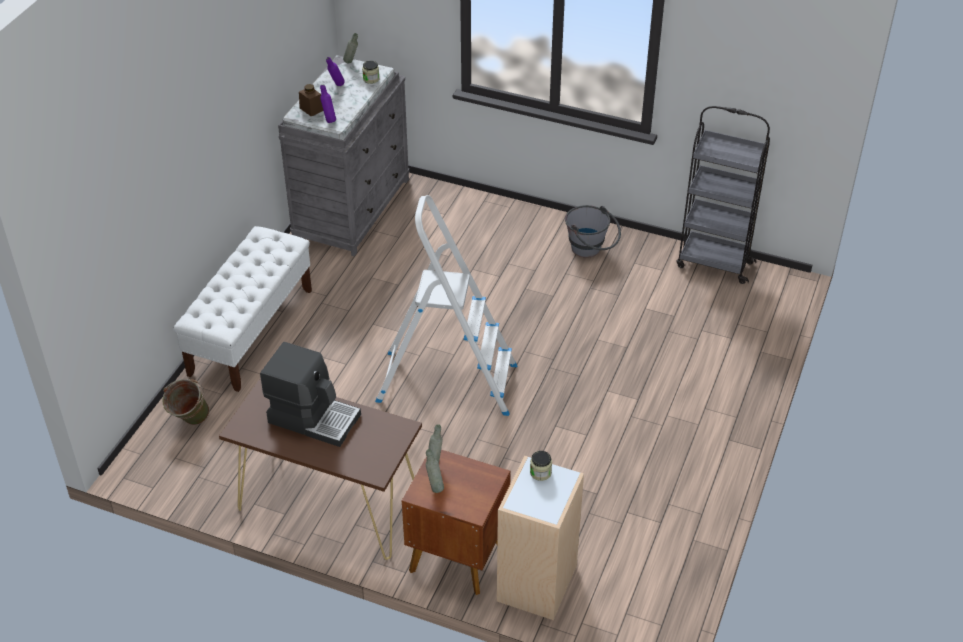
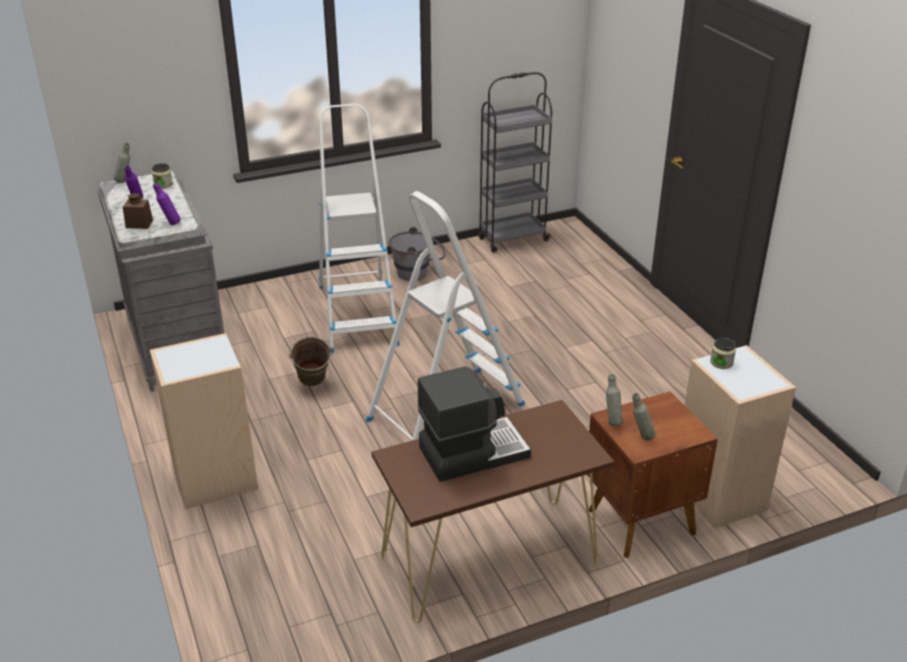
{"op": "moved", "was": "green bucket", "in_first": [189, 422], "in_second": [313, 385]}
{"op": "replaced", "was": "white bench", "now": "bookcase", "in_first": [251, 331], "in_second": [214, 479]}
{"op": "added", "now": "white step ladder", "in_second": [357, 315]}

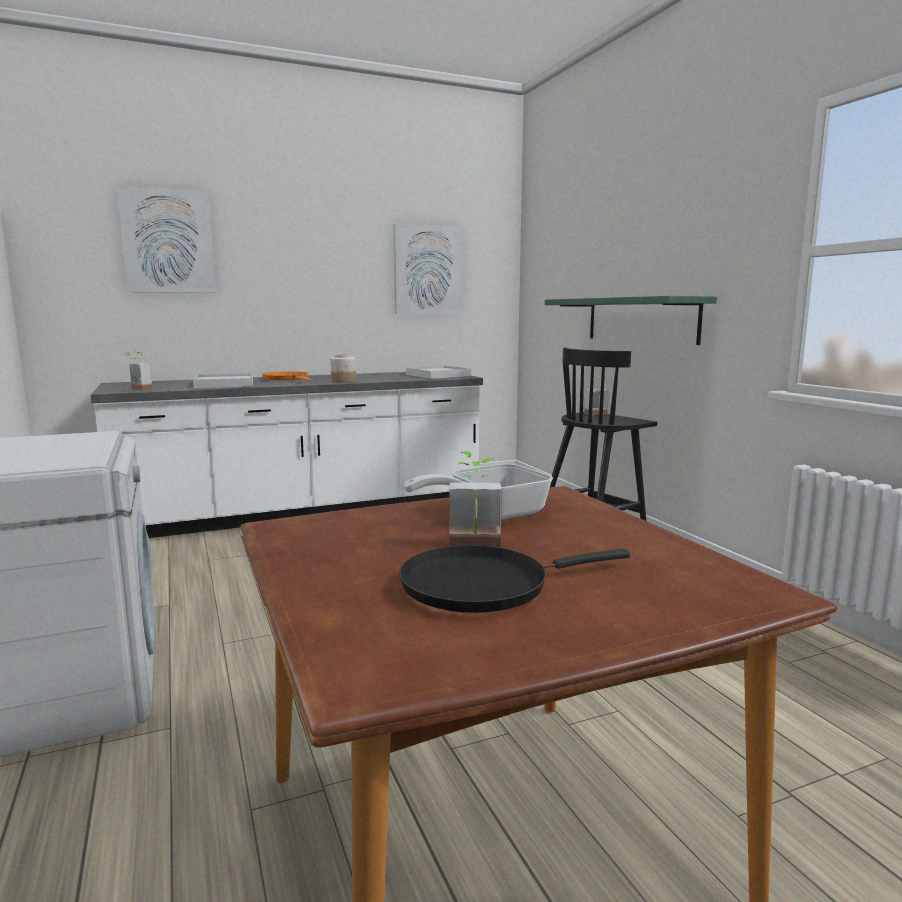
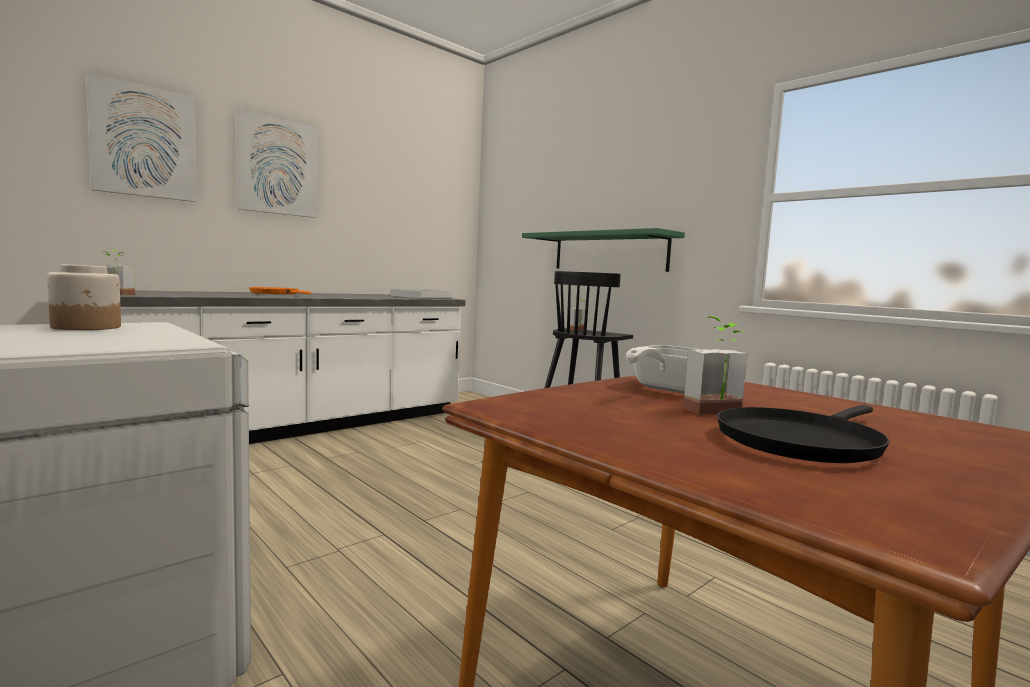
{"op": "removed", "was": "white tray", "in_first": [224, 384]}
{"op": "moved", "was": "jar", "in_first": [344, 381], "in_second": [87, 327]}
{"op": "moved", "was": "picture", "in_first": [427, 270], "in_second": [277, 167]}

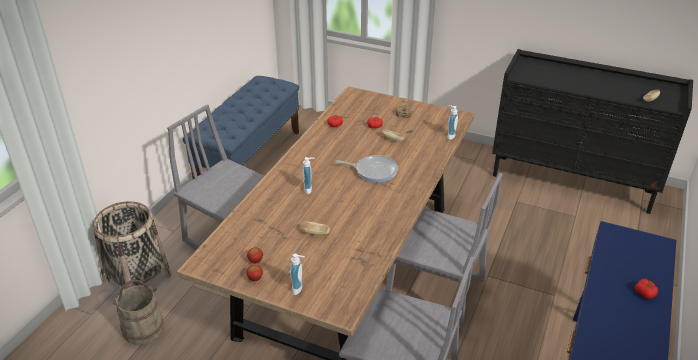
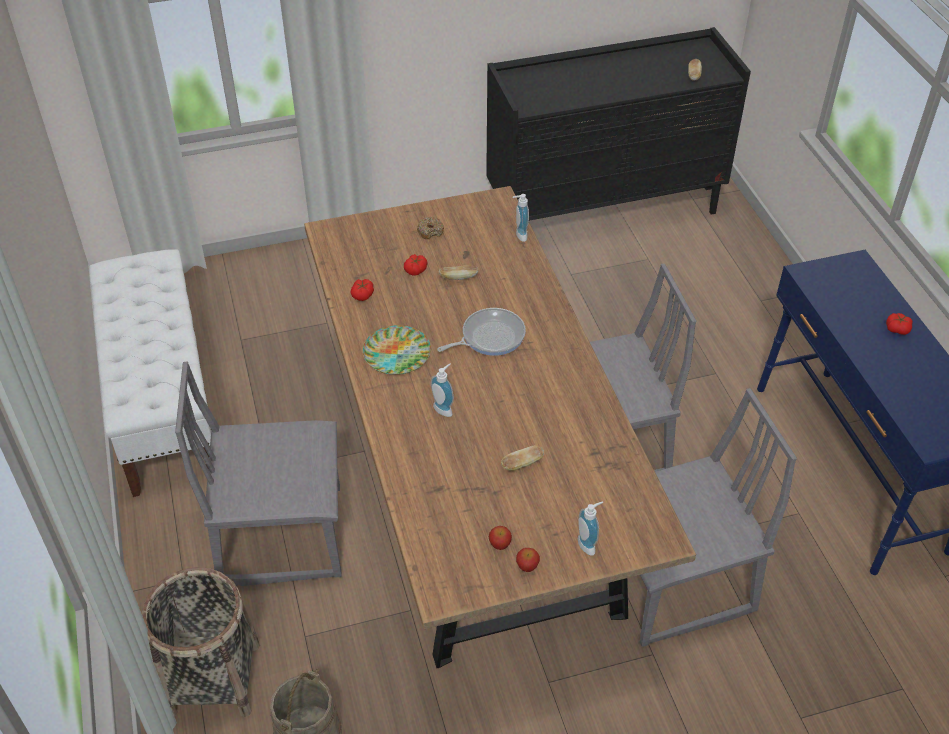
{"op": "recoloured", "was": "blue bench", "now": "white bench", "in_first": [249, 158], "in_second": [164, 402]}
{"op": "added", "now": "plate", "in_second": [397, 354]}

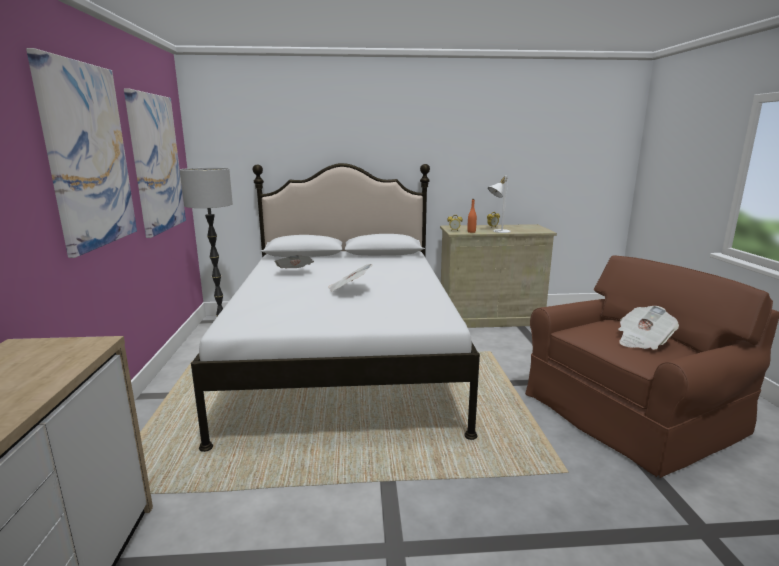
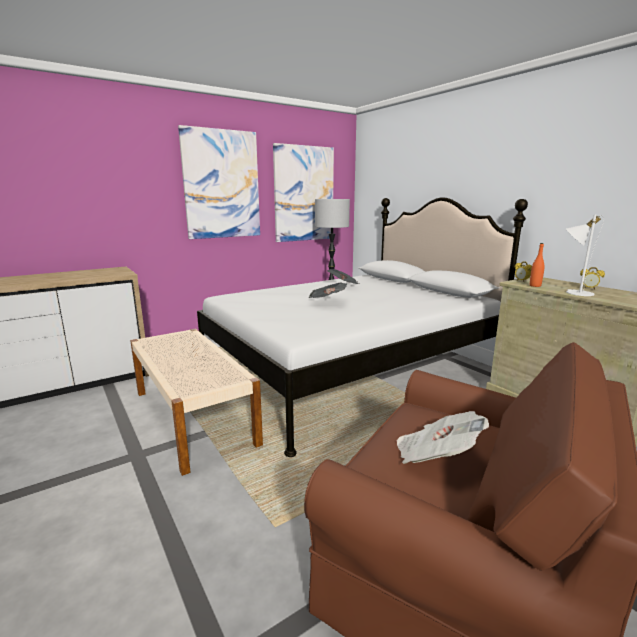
{"op": "added", "now": "beige bench", "in_second": [194, 416]}

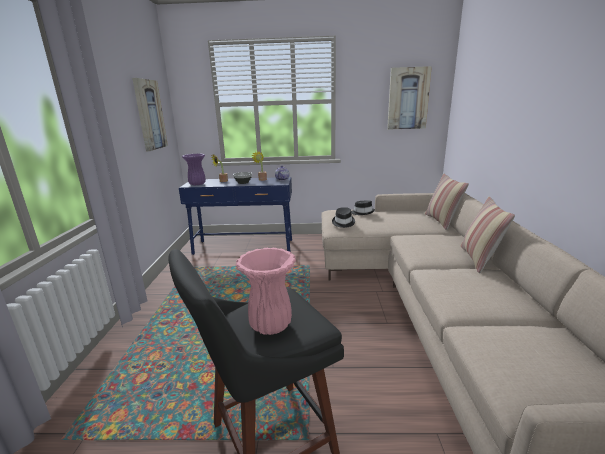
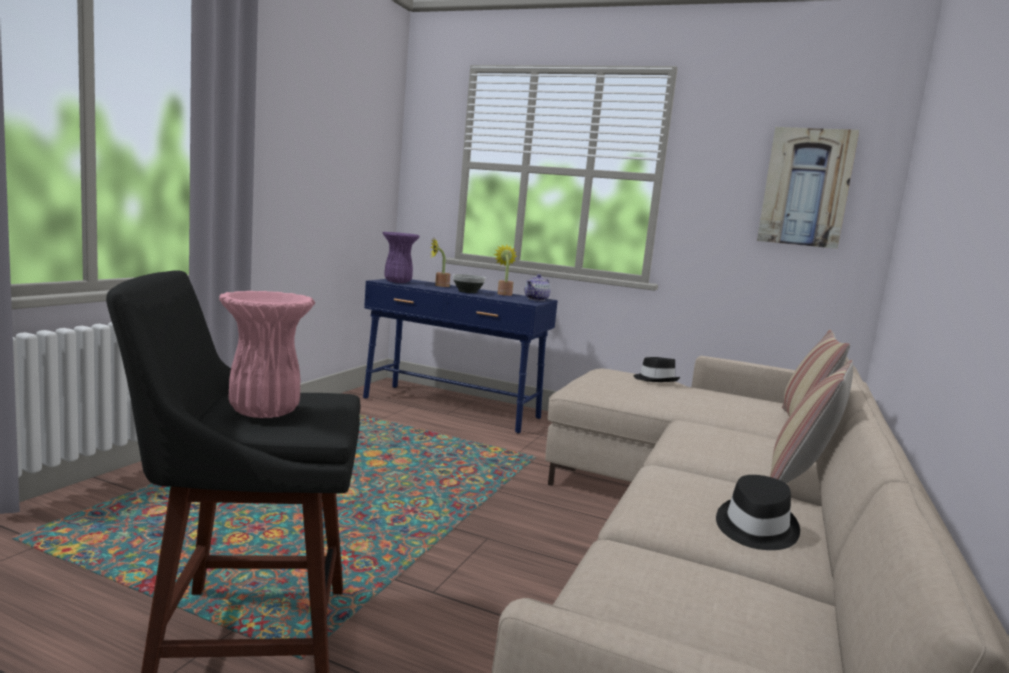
{"op": "removed", "was": "picture", "in_first": [149, 115]}
{"op": "moved", "was": "black hat", "in_first": [343, 222], "in_second": [755, 528]}

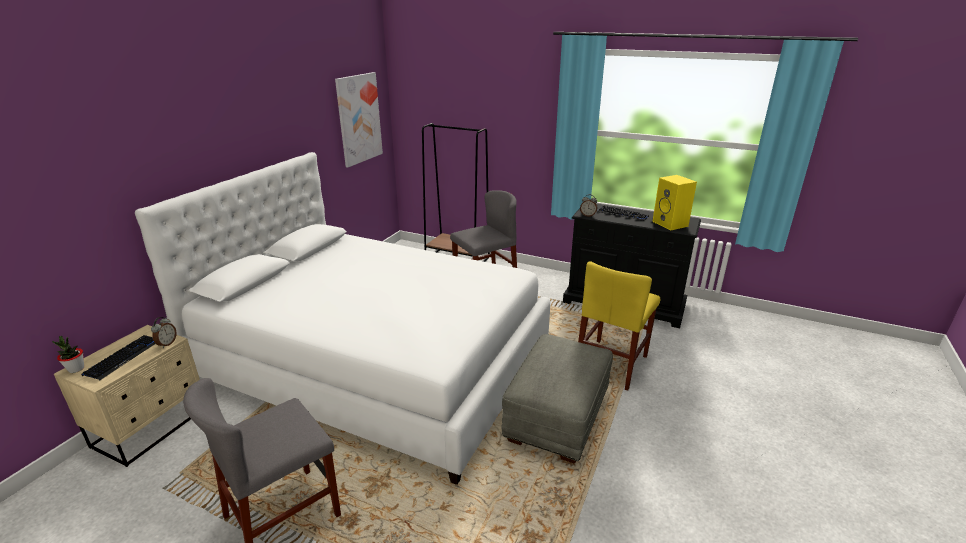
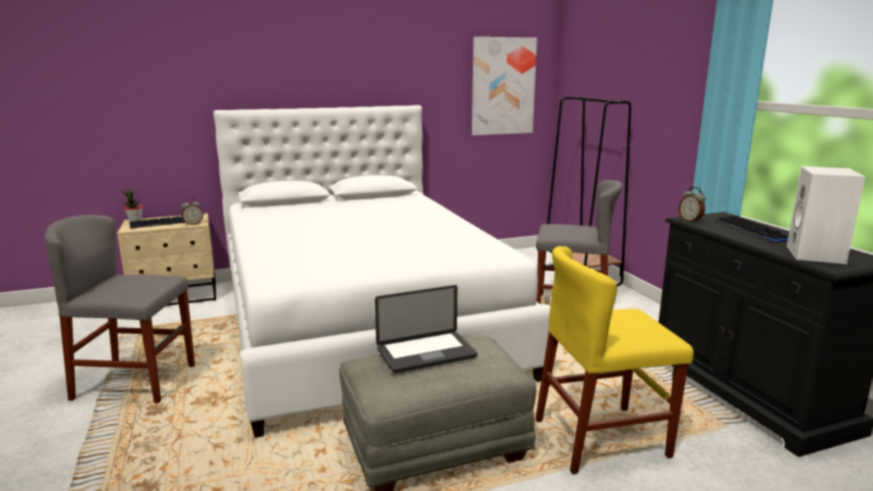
{"op": "recoloured", "was": "yellow speaker", "now": "white speaker", "in_first": [671, 224], "in_second": [817, 255]}
{"op": "added", "now": "laptop", "in_second": [426, 353]}

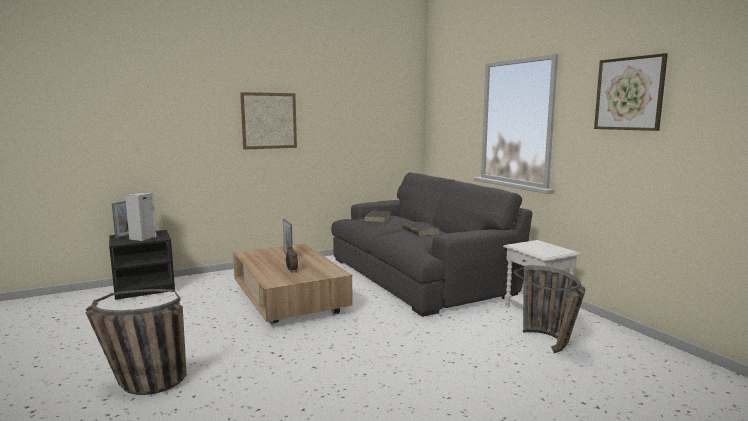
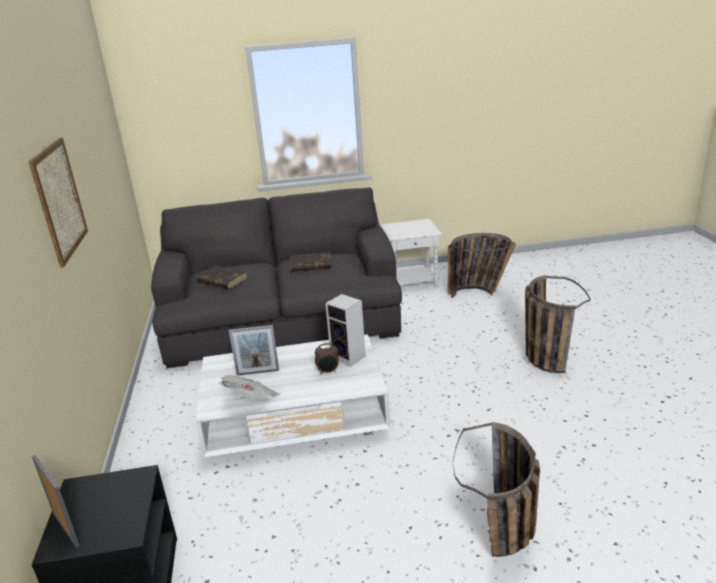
{"op": "moved", "was": "speaker", "in_first": [142, 238], "in_second": [349, 357]}
{"op": "recoloured", "was": "brown coffee table", "now": "white coffee table", "in_first": [289, 299], "in_second": [295, 417]}
{"op": "removed", "was": "picture", "in_first": [629, 94]}
{"op": "added", "now": "newspaper", "in_second": [252, 400]}
{"op": "added", "now": "basket", "in_second": [542, 354]}

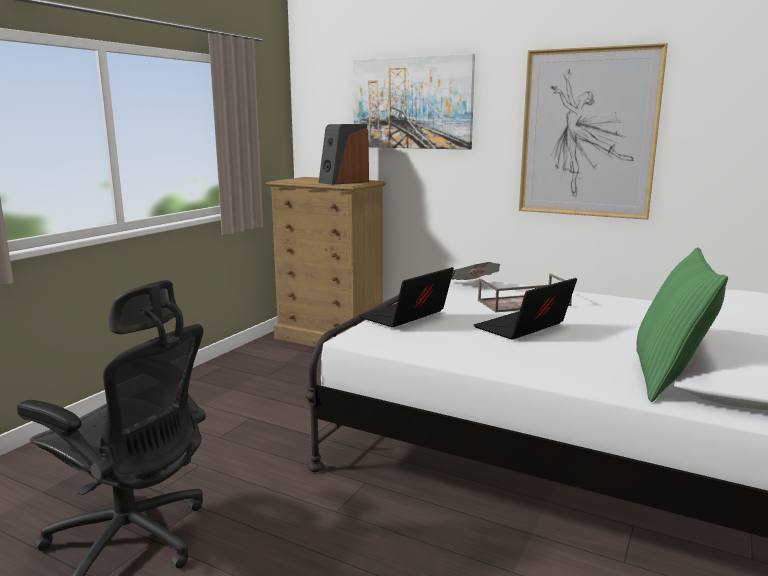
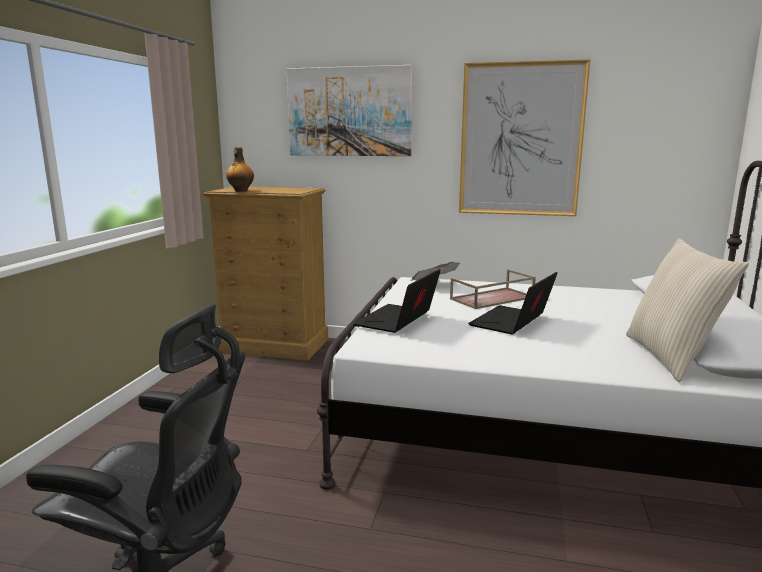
{"op": "removed", "was": "speaker", "in_first": [343, 182]}
{"op": "recoloured", "was": "green pillow", "now": "beige pillow", "in_first": [668, 377], "in_second": [671, 357]}
{"op": "added", "now": "bottle", "in_second": [240, 191]}

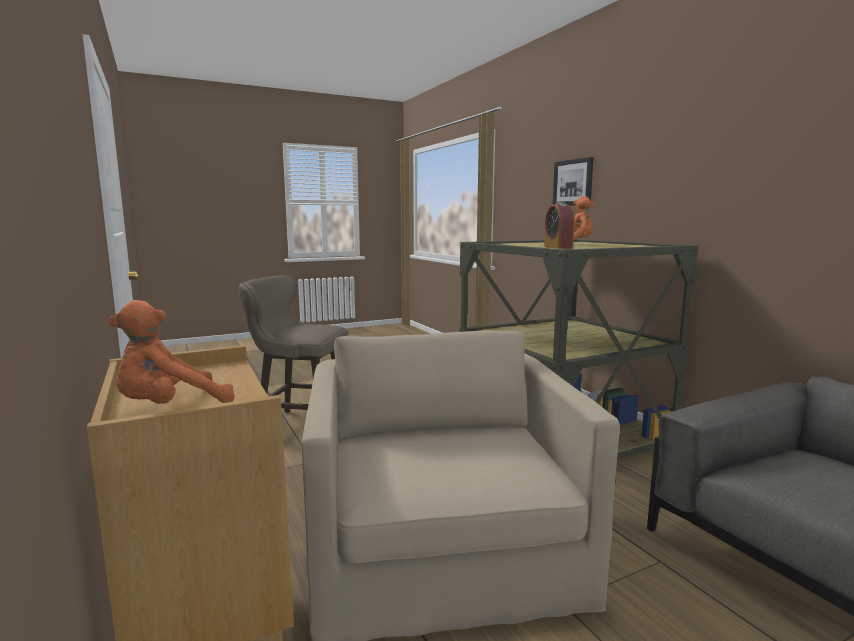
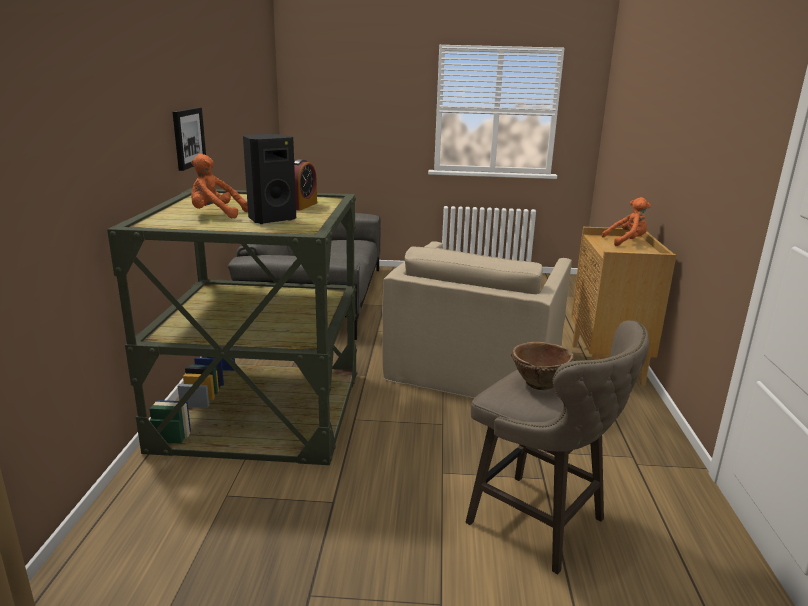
{"op": "moved", "was": "picture", "in_first": [573, 182], "in_second": [188, 138]}
{"op": "added", "now": "black speaker", "in_second": [271, 219]}
{"op": "added", "now": "brown bowl", "in_second": [539, 383]}

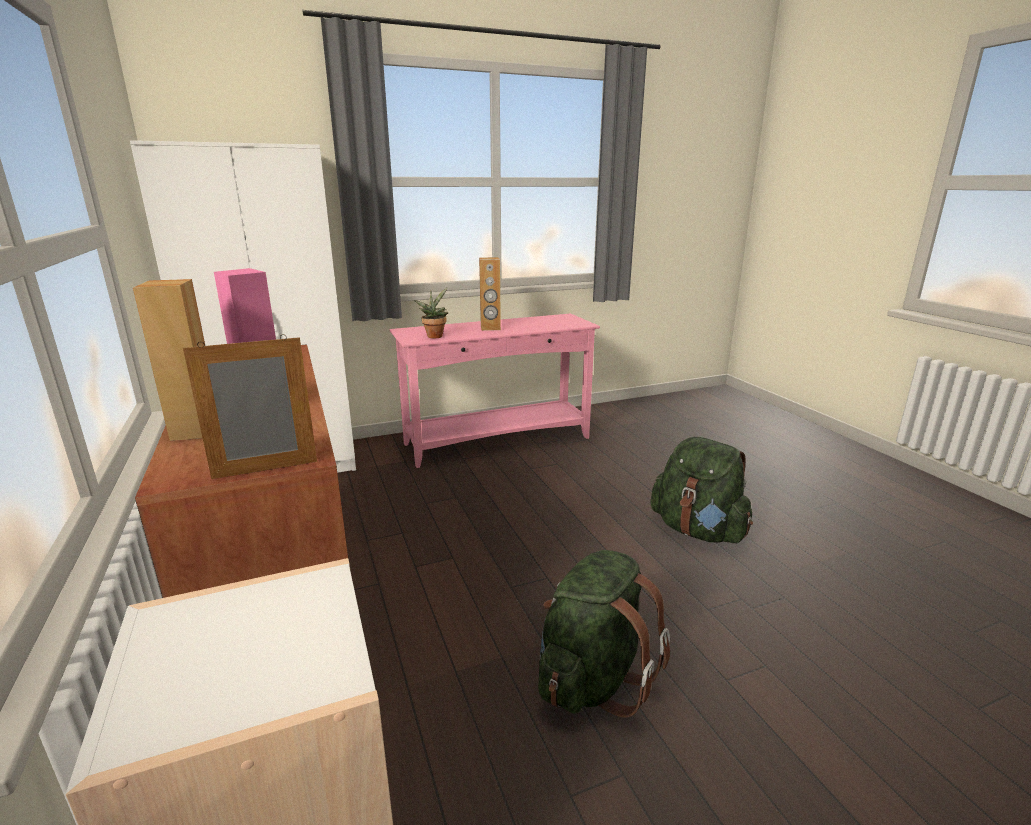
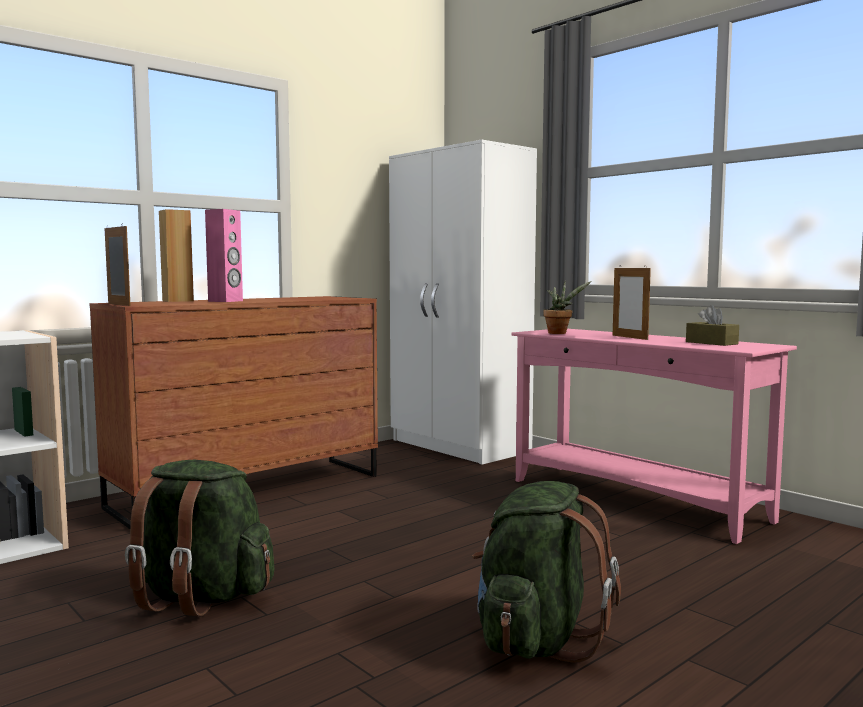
{"op": "replaced", "was": "brown speaker", "now": "picture frame", "in_first": [490, 328], "in_second": [629, 337]}
{"op": "added", "now": "brown tissue box", "in_second": [711, 343]}

